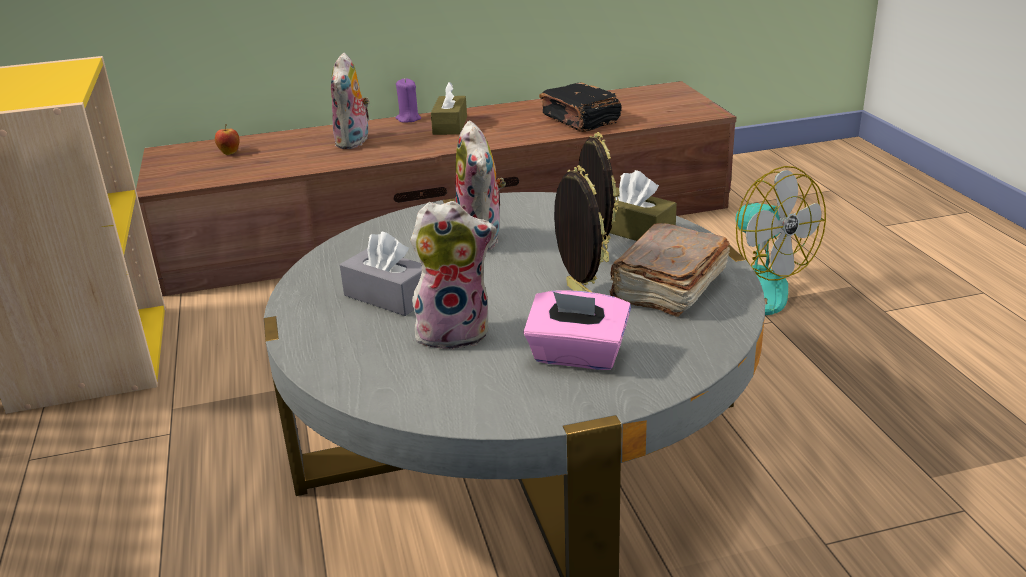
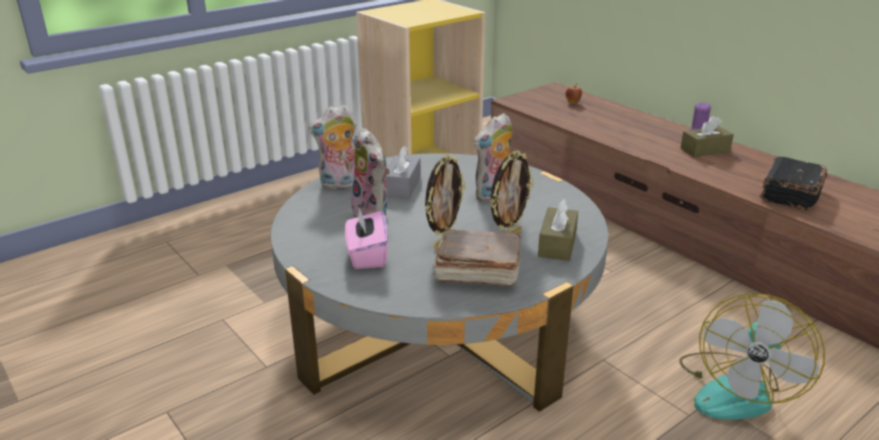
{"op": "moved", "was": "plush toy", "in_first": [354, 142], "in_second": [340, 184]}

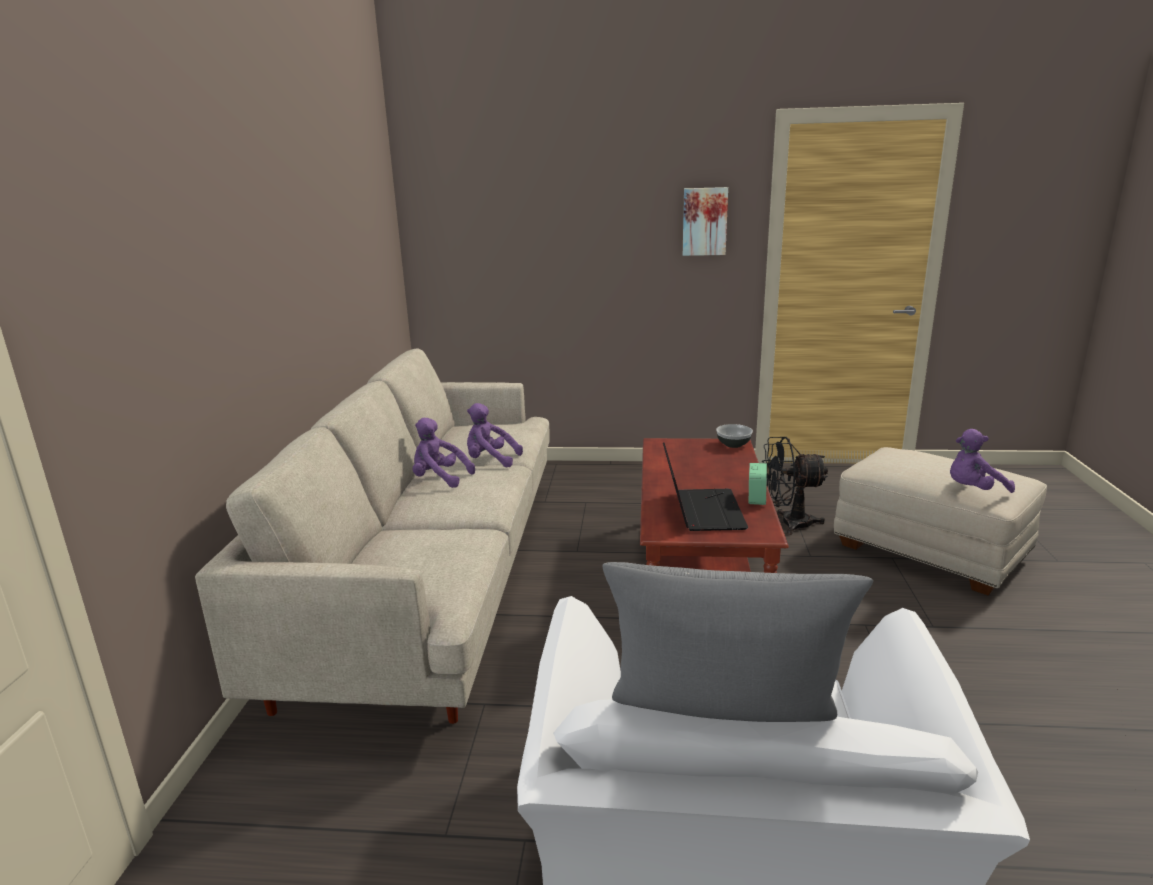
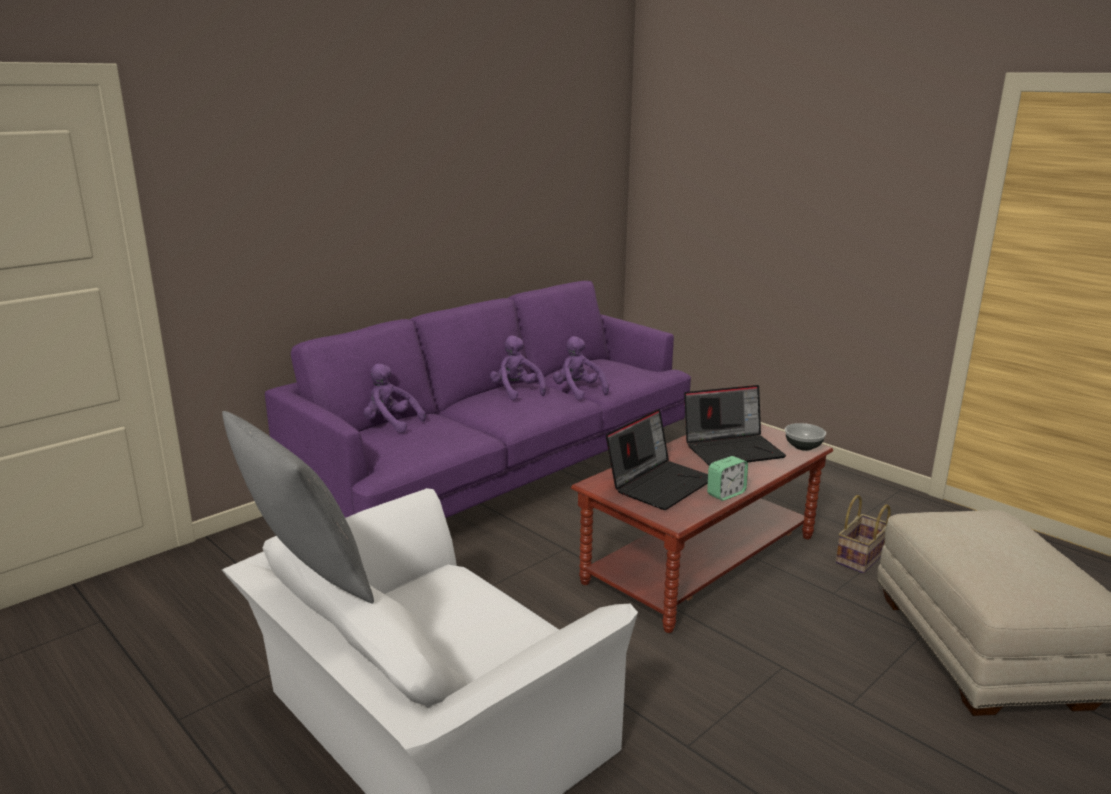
{"op": "recoloured", "was": "beige sofa", "now": "purple sofa", "in_first": [433, 579], "in_second": [500, 476]}
{"op": "removed", "was": "picture", "in_first": [704, 221]}
{"op": "replaced", "was": "black fan", "now": "basket", "in_first": [788, 523], "in_second": [861, 558]}
{"op": "moved", "was": "purple plush toy", "in_first": [973, 490], "in_second": [390, 423]}
{"op": "added", "now": "laptop", "in_second": [733, 449]}

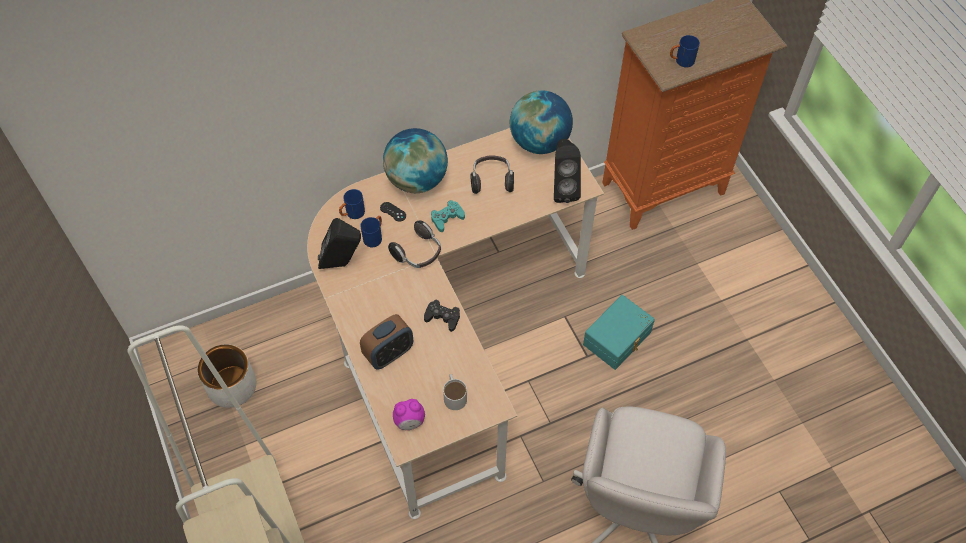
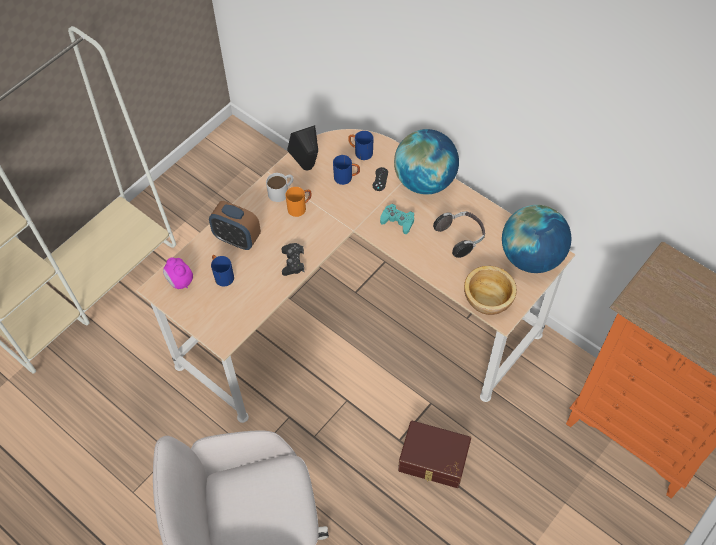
{"op": "removed", "was": "white planter", "in_first": [231, 386]}
{"op": "removed", "was": "headphones", "in_first": [418, 253]}
{"op": "moved", "was": "white mug", "in_first": [454, 395], "in_second": [281, 191]}
{"op": "replaced", "was": "black speaker", "now": "bowl", "in_first": [563, 188], "in_second": [489, 299]}
{"op": "recoloured", "was": "turquoise storage box", "now": "brown storage box", "in_first": [618, 339], "in_second": [433, 460]}
{"op": "moved", "was": "blue mug", "in_first": [681, 61], "in_second": [222, 275]}
{"op": "added", "now": "orange mug", "in_second": [300, 207]}

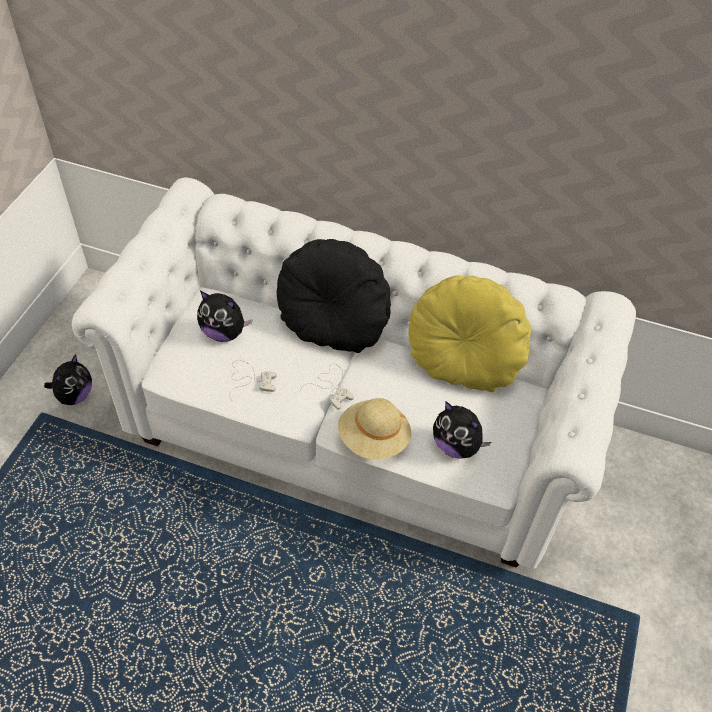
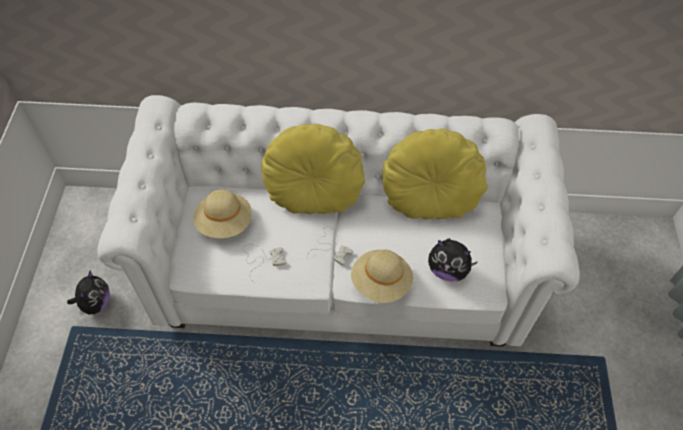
{"op": "replaced", "was": "plush toy", "now": "beige hat", "in_first": [224, 333], "in_second": [224, 223]}
{"op": "recoloured", "was": "black pillow", "now": "yellow pillow", "in_first": [333, 331], "in_second": [314, 198]}

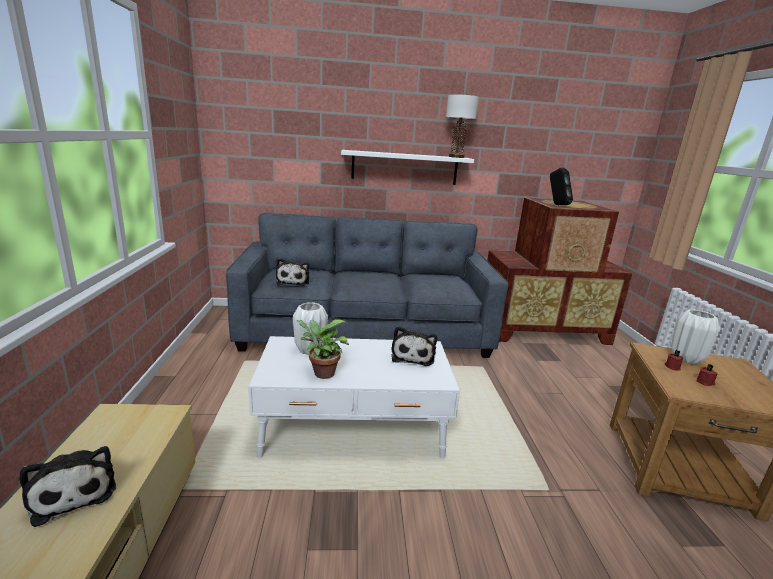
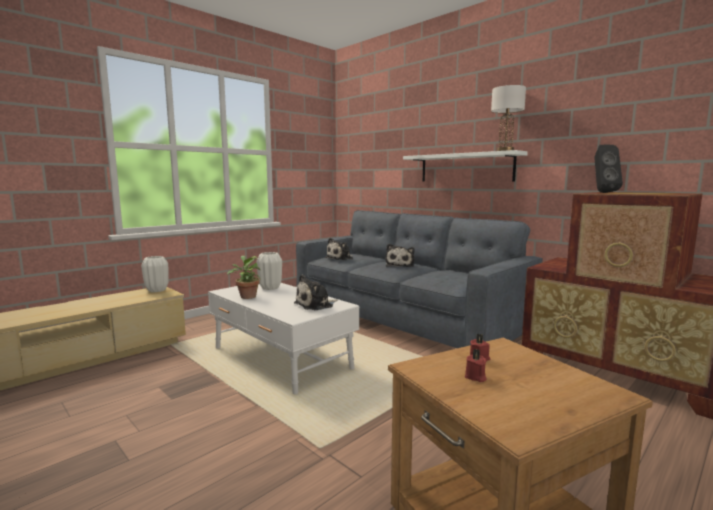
{"op": "moved", "was": "plush toy", "in_first": [74, 491], "in_second": [400, 265]}
{"op": "moved", "was": "white vase", "in_first": [686, 359], "in_second": [157, 290]}

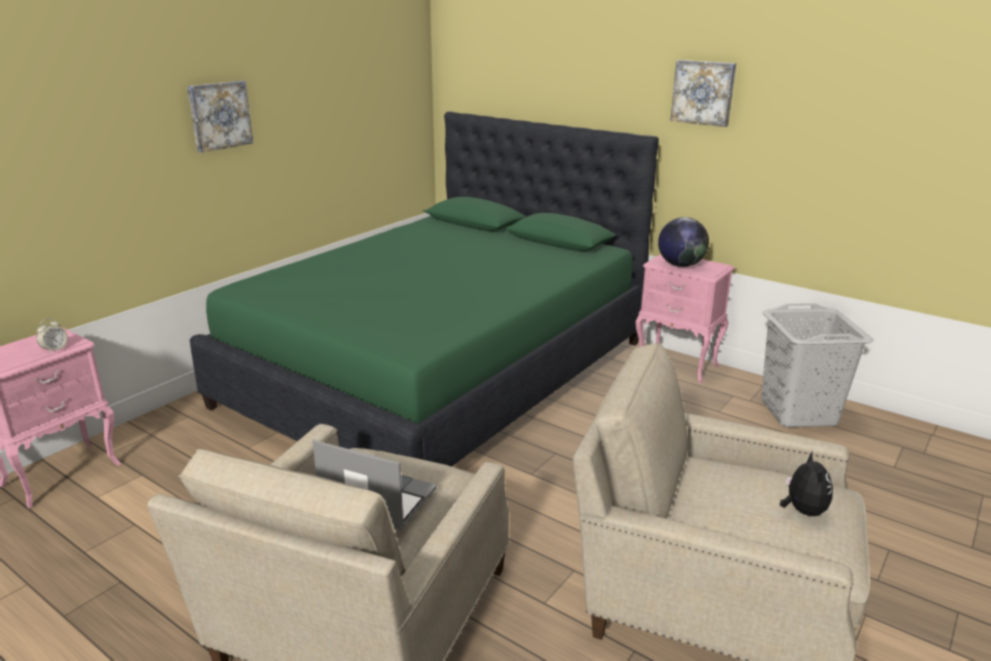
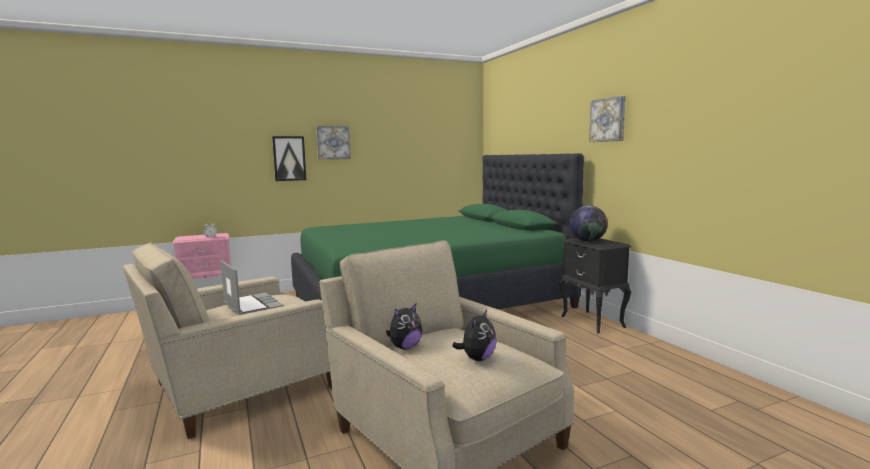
{"op": "recoloured", "was": "pink nightstand", "now": "black nightstand", "in_first": [677, 365], "in_second": [592, 322]}
{"op": "removed", "was": "grey laundry basket", "in_first": [799, 412]}
{"op": "added", "now": "picture", "in_second": [289, 158]}
{"op": "added", "now": "plush toy", "in_second": [405, 347]}

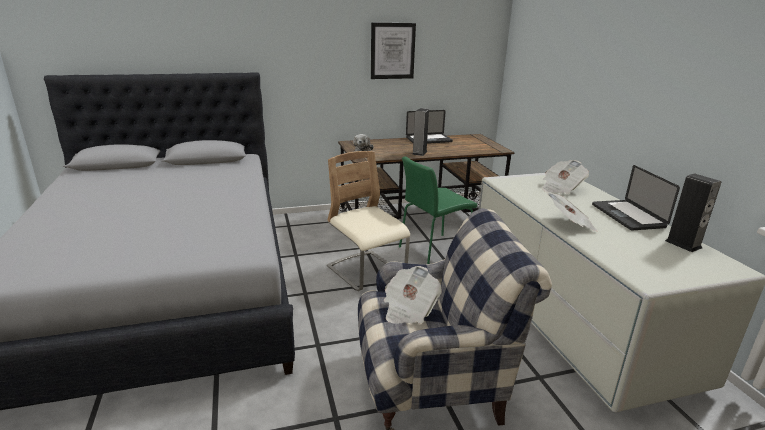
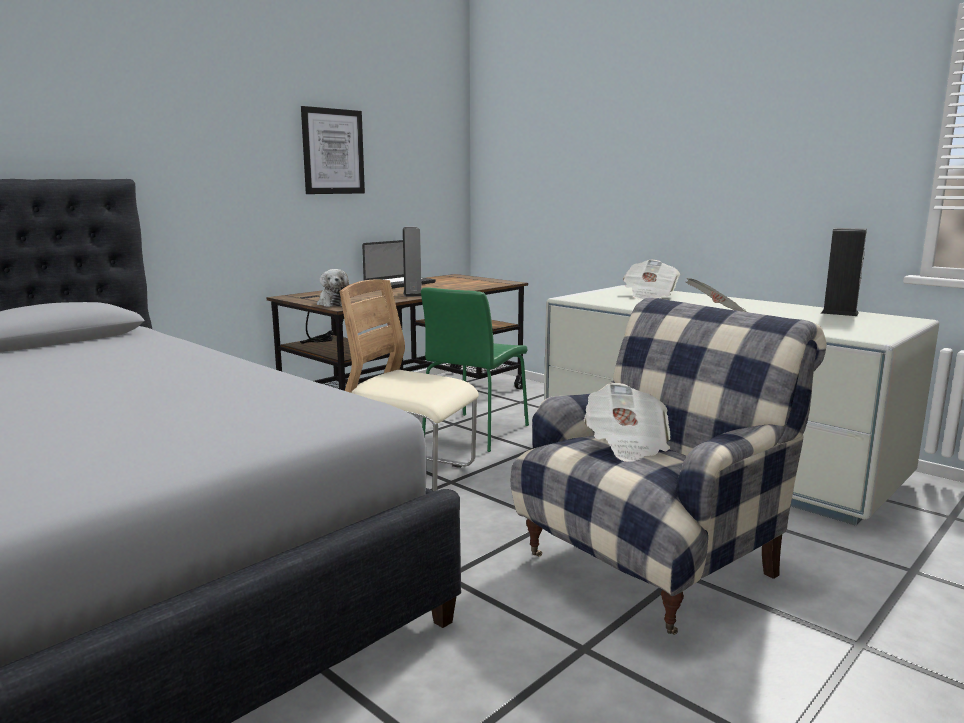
{"op": "removed", "was": "laptop", "in_first": [627, 216]}

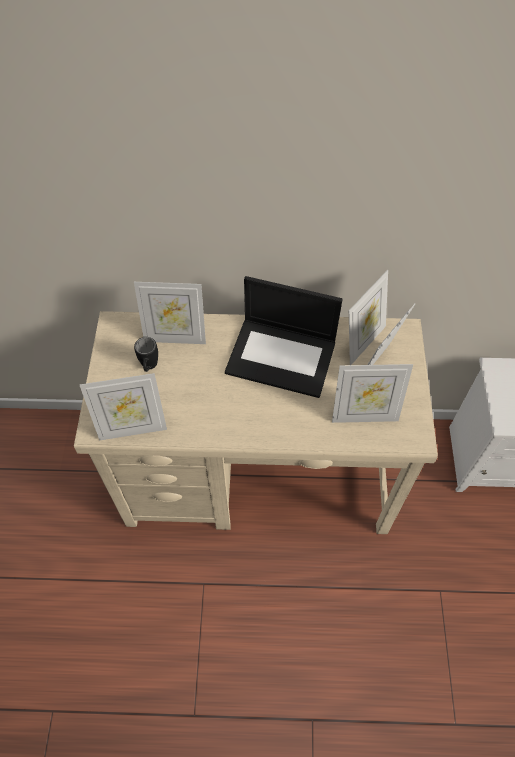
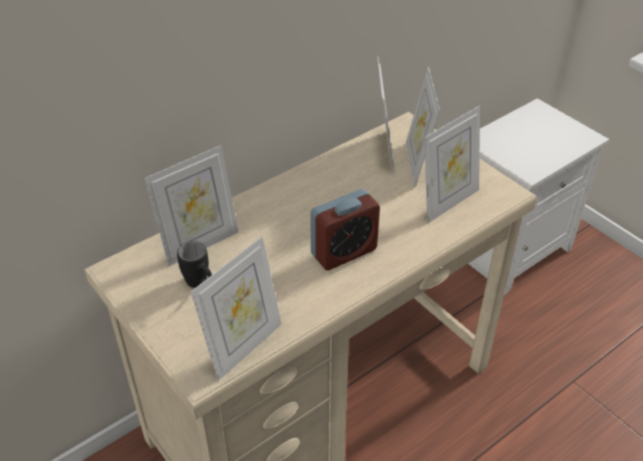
{"op": "removed", "was": "laptop", "in_first": [282, 356]}
{"op": "added", "now": "alarm clock", "in_second": [344, 252]}

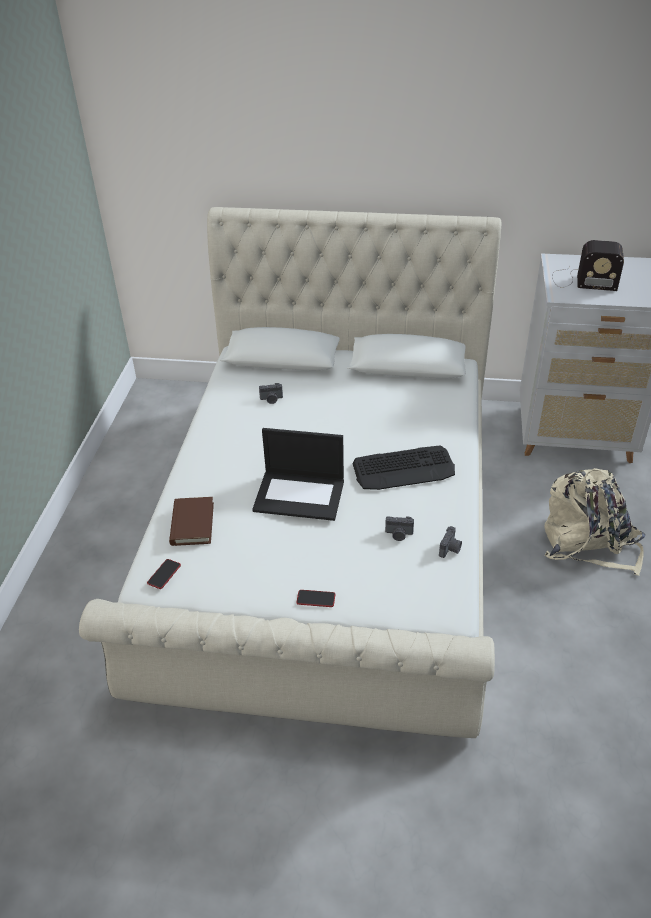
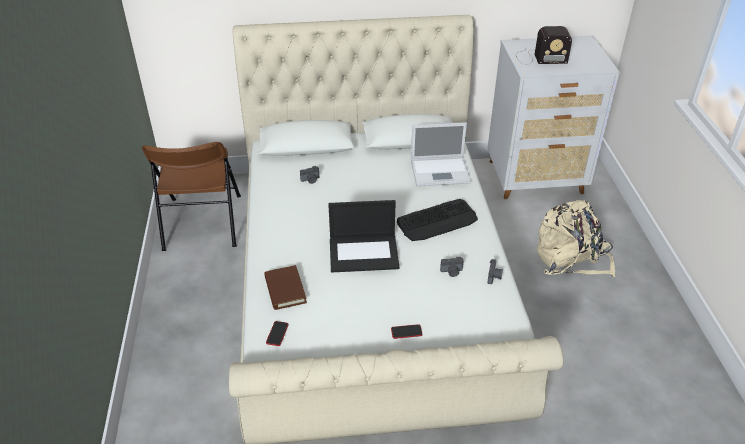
{"op": "added", "now": "brown chair", "in_second": [202, 222]}
{"op": "added", "now": "laptop", "in_second": [441, 171]}

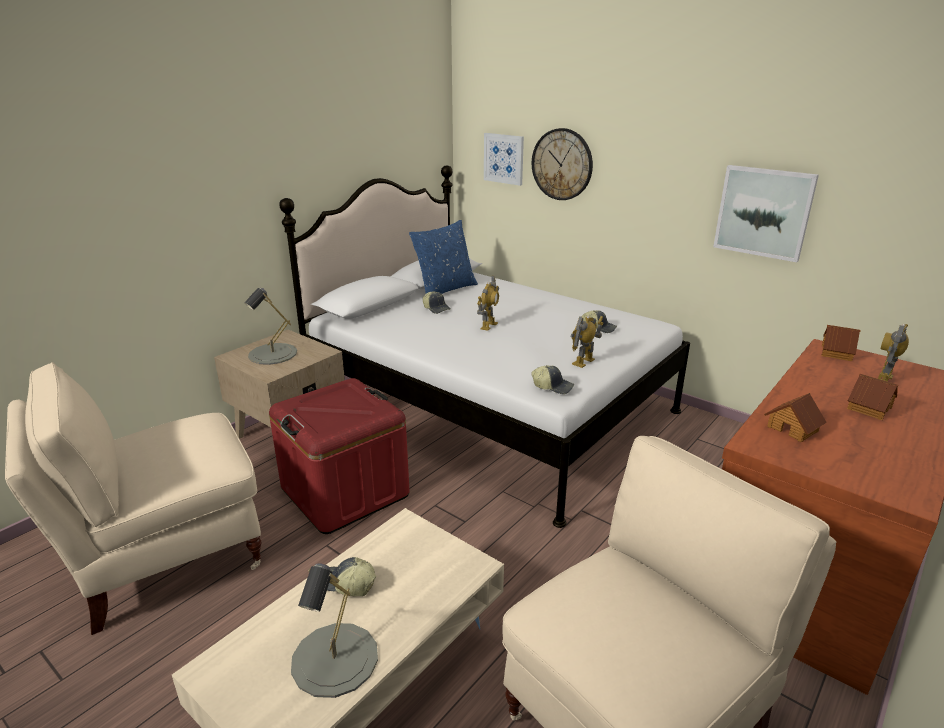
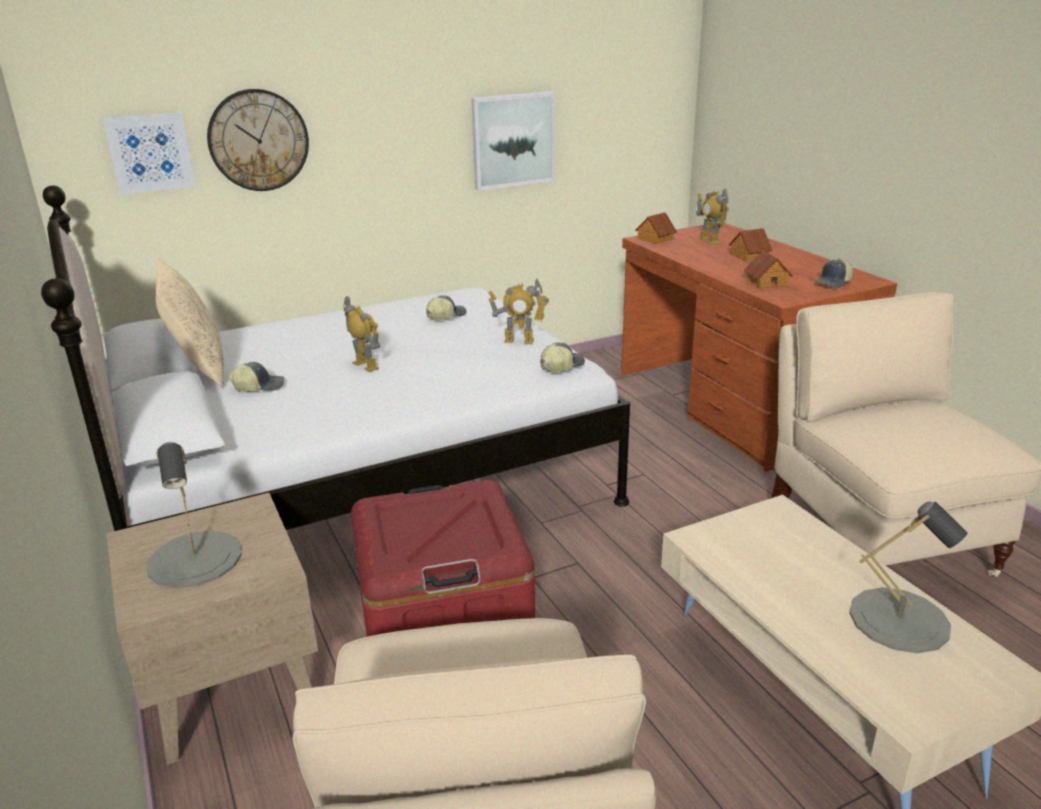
{"op": "moved", "was": "cap", "in_first": [348, 584], "in_second": [833, 283]}
{"op": "recoloured", "was": "blue pillow", "now": "beige pillow", "in_first": [445, 290], "in_second": [199, 369]}
{"op": "turned", "was": "toy robot", "in_first": [584, 362], "in_second": [519, 341], "clockwise": -60}

